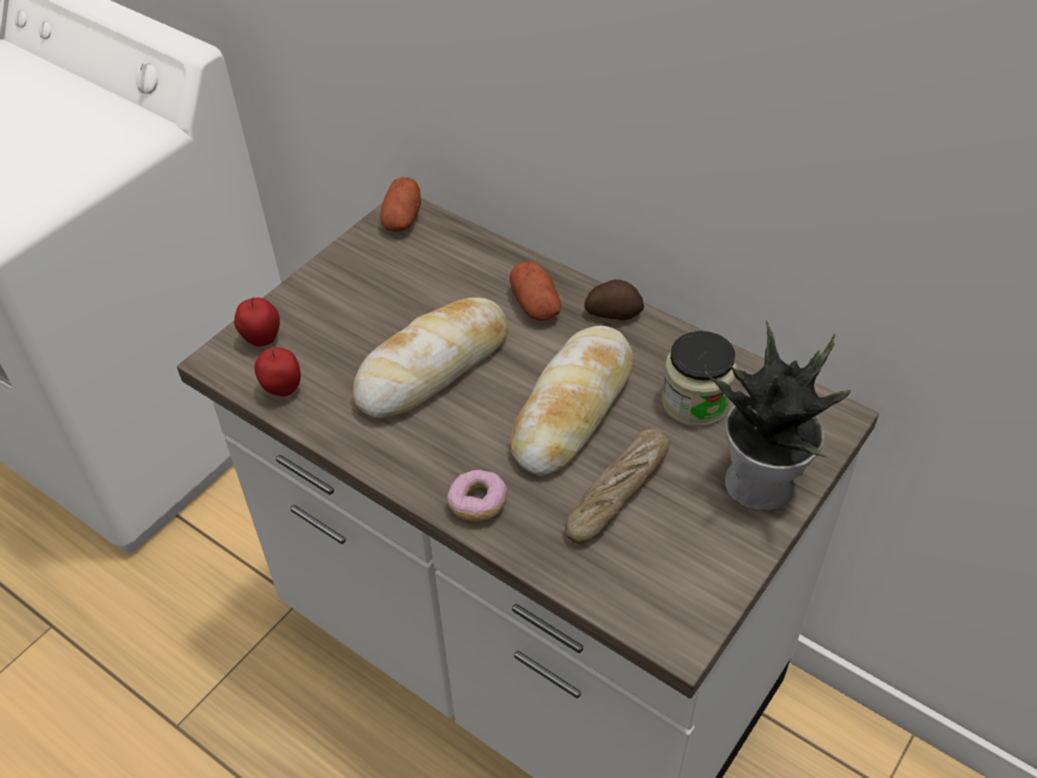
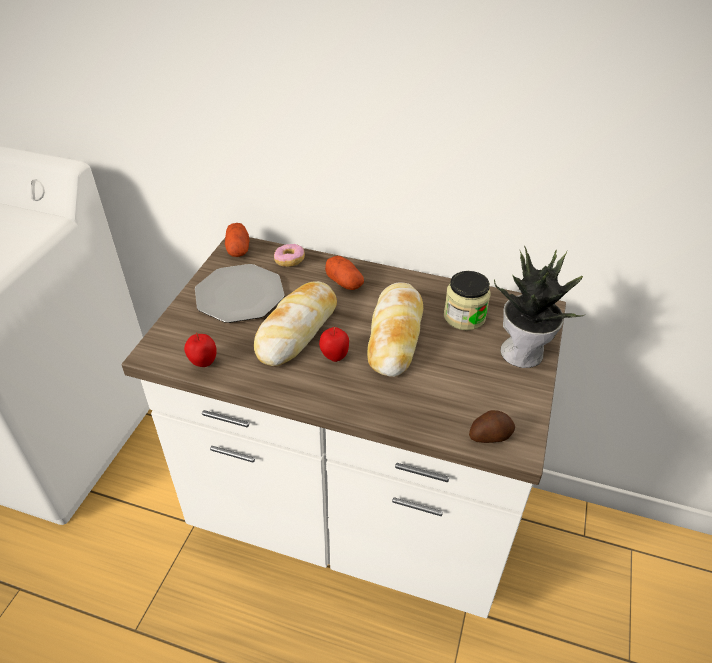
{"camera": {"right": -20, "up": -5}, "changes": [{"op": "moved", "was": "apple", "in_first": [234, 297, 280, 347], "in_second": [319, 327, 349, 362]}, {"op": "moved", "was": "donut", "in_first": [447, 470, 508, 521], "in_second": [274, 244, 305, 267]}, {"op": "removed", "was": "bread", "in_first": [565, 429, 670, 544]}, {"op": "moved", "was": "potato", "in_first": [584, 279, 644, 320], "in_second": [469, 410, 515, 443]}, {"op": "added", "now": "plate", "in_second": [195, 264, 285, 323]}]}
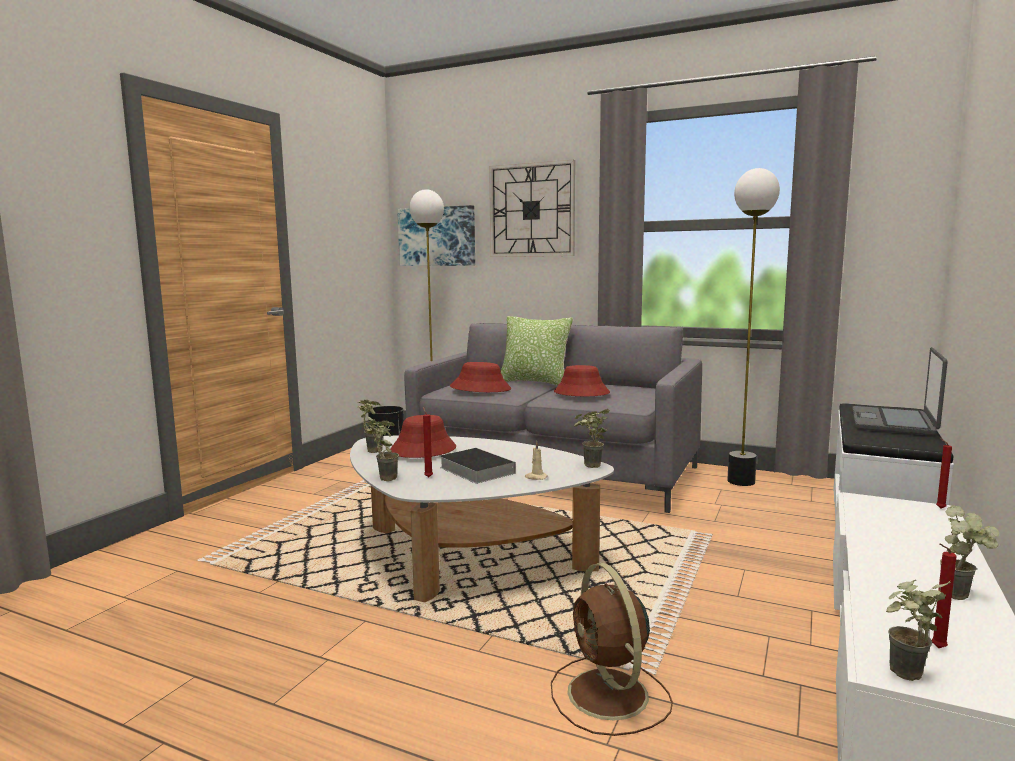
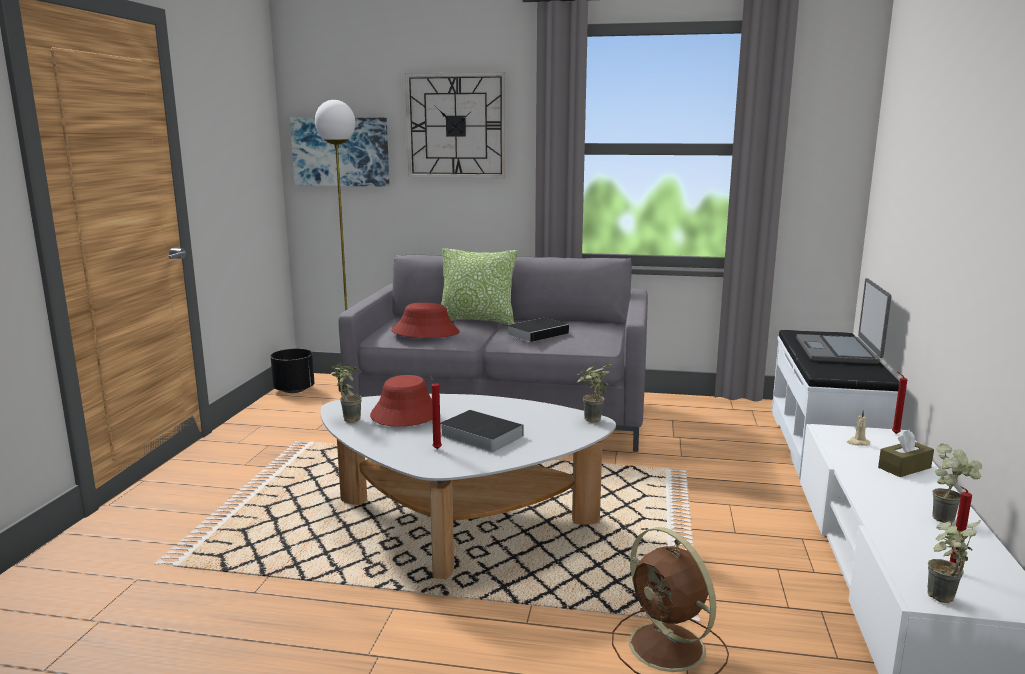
{"camera": {"right": -15, "up": 5}, "changes": [{"op": "removed", "was": "potted plant", "in_first": [367, 420, 399, 481]}, {"op": "moved", "was": "beige candle", "in_first": [525, 441, 548, 480], "in_second": [847, 410, 870, 446]}, {"op": "replaced", "was": "red hat", "now": "book", "in_first": [554, 365, 610, 396], "in_second": [507, 318, 569, 342]}, {"op": "removed", "was": "floor lamp", "in_first": [727, 168, 780, 486]}, {"op": "added", "now": "brown tissue box", "in_second": [878, 430, 934, 477]}]}
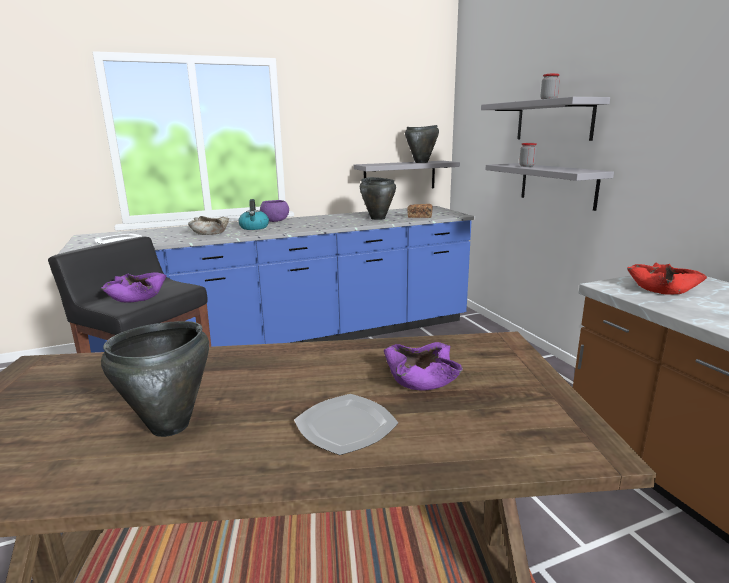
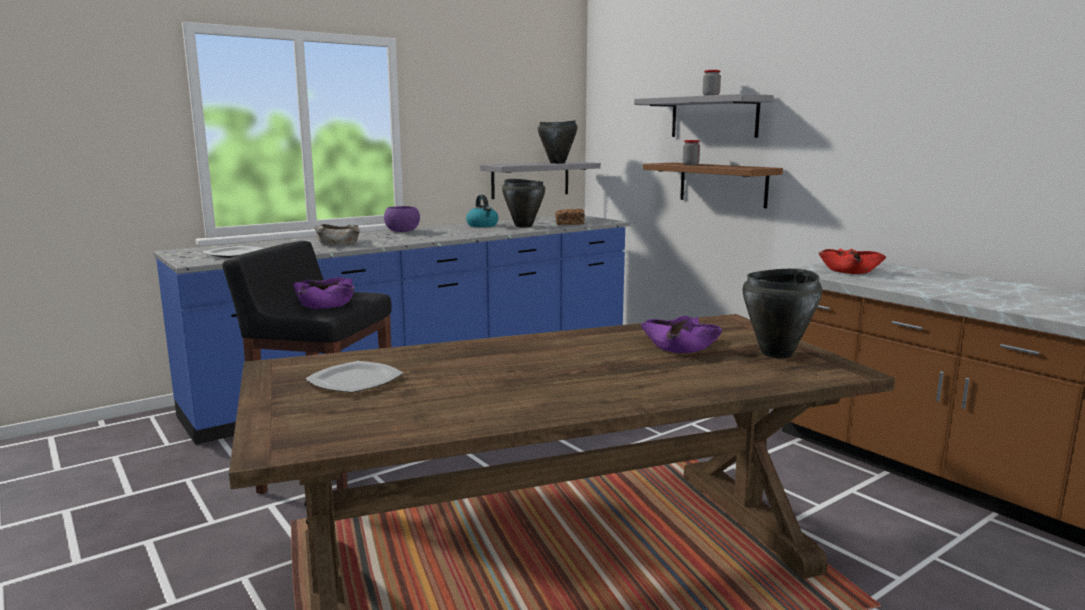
{"camera": {"right": -15, "up": -5}, "changes": [{"op": "moved", "was": "black cooking pot", "in_first": [101, 321, 209, 437], "in_second": [742, 269, 822, 358]}, {"op": "moved", "was": "kettle", "in_first": [238, 199, 269, 230], "in_second": [466, 195, 498, 227]}, {"op": "moved", "was": "plate", "in_first": [294, 394, 398, 455], "in_second": [305, 361, 403, 393]}, {"op": "recoloured", "was": "grey shelf", "now": "brown shelf", "in_first": [486, 163, 614, 211], "in_second": [643, 163, 783, 208]}]}
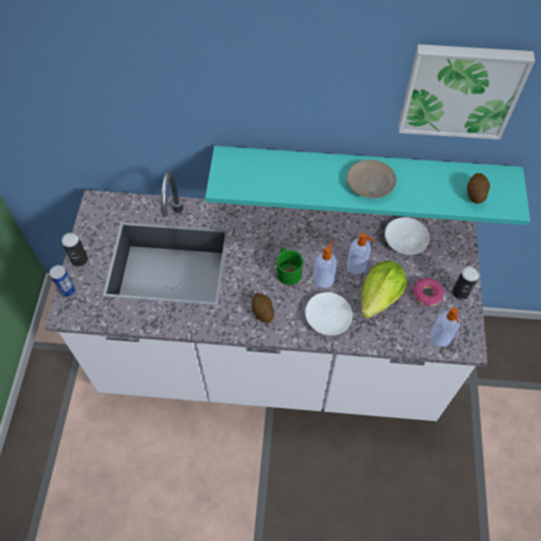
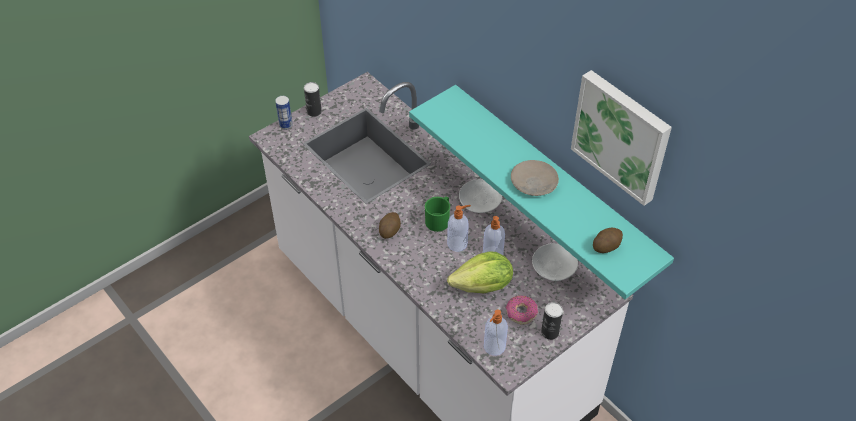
{"camera": {"right": 45, "up": -10}, "changes": [{"op": "moved", "was": "white plate", "in_first": [305, 292, 353, 335], "in_second": [459, 179, 502, 213]}]}
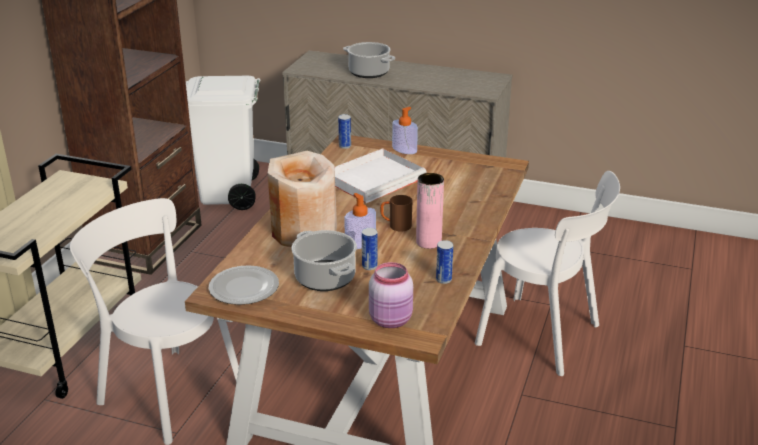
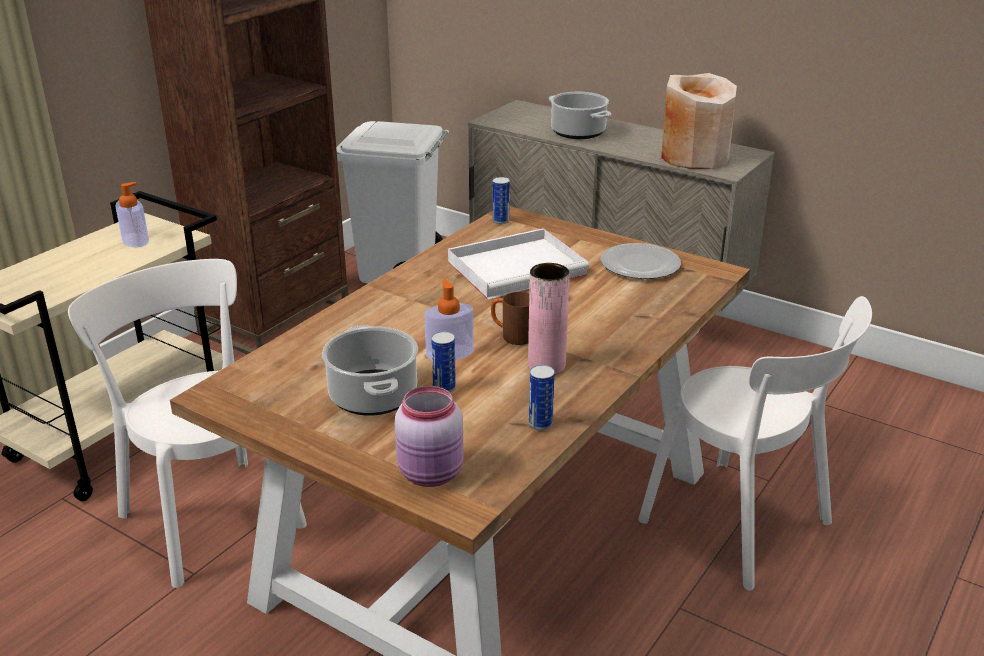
{"camera": {"right": 15, "up": 0}, "changes": [{"op": "moved", "was": "plate", "in_first": [209, 265, 279, 305], "in_second": [601, 243, 681, 279]}, {"op": "moved", "was": "beige vase", "in_first": [268, 151, 337, 247], "in_second": [661, 73, 737, 169]}, {"op": "moved", "was": "soap dispenser", "in_first": [392, 107, 418, 154], "in_second": [115, 182, 149, 248]}]}
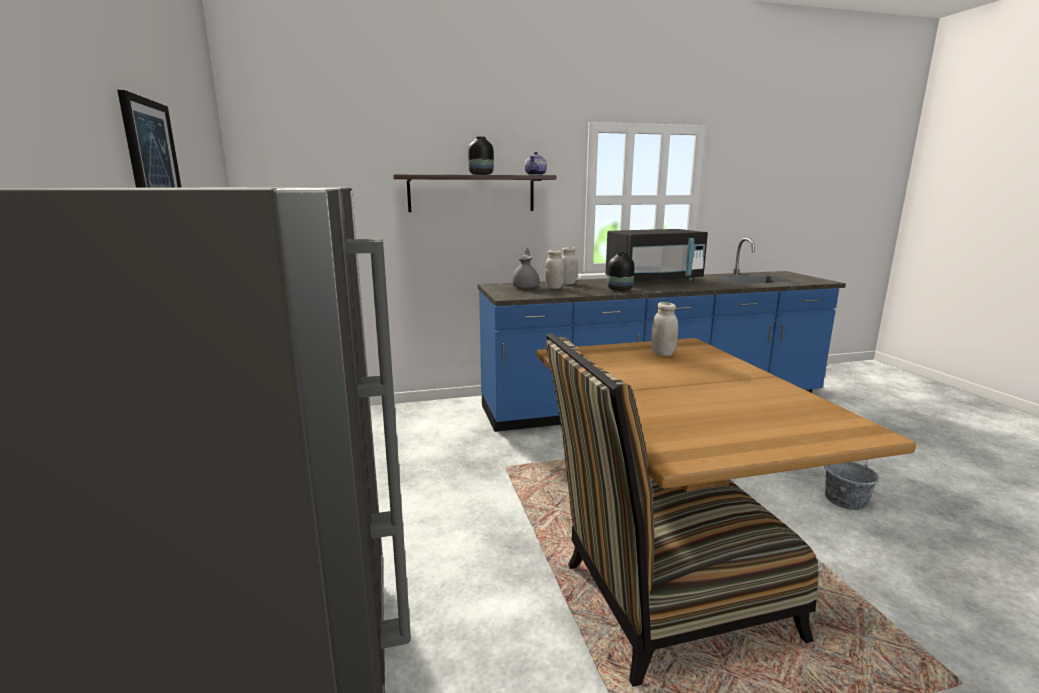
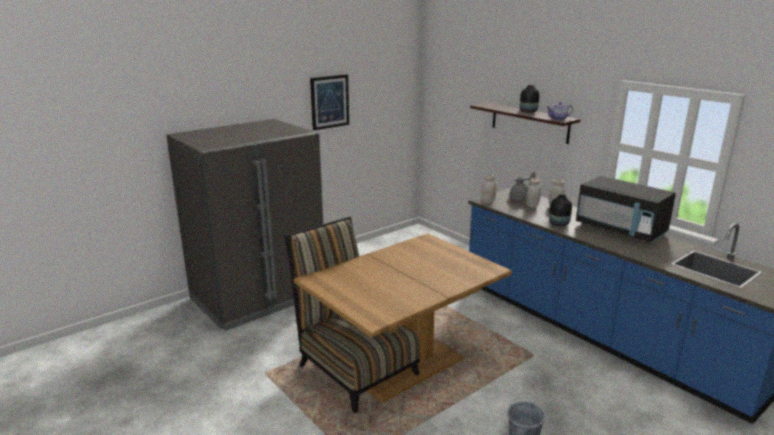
{"camera": {"right": 65, "up": 5}, "changes": [{"op": "moved", "was": "white jar", "in_first": [651, 302, 678, 356], "in_second": [481, 175, 496, 204]}]}
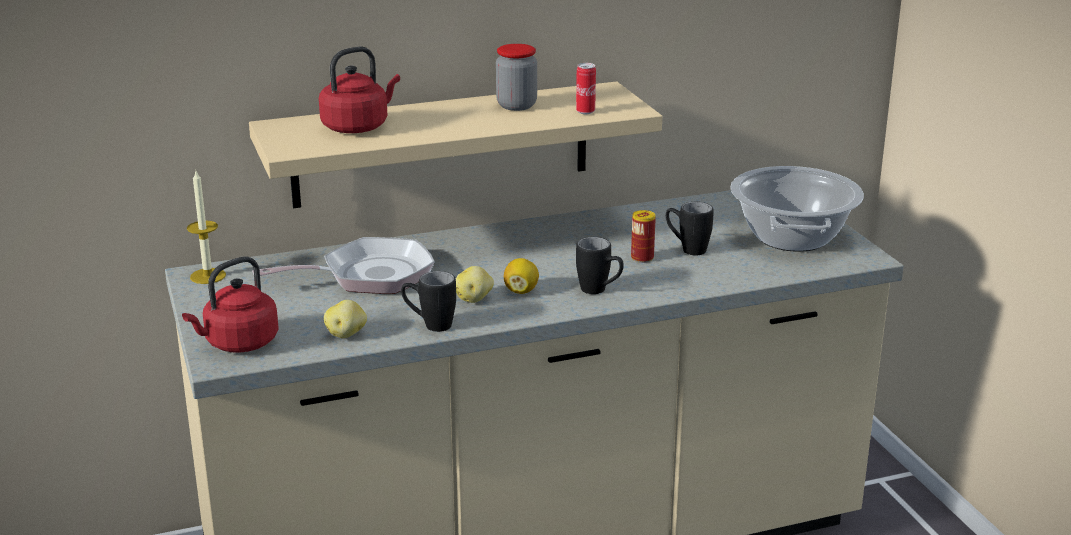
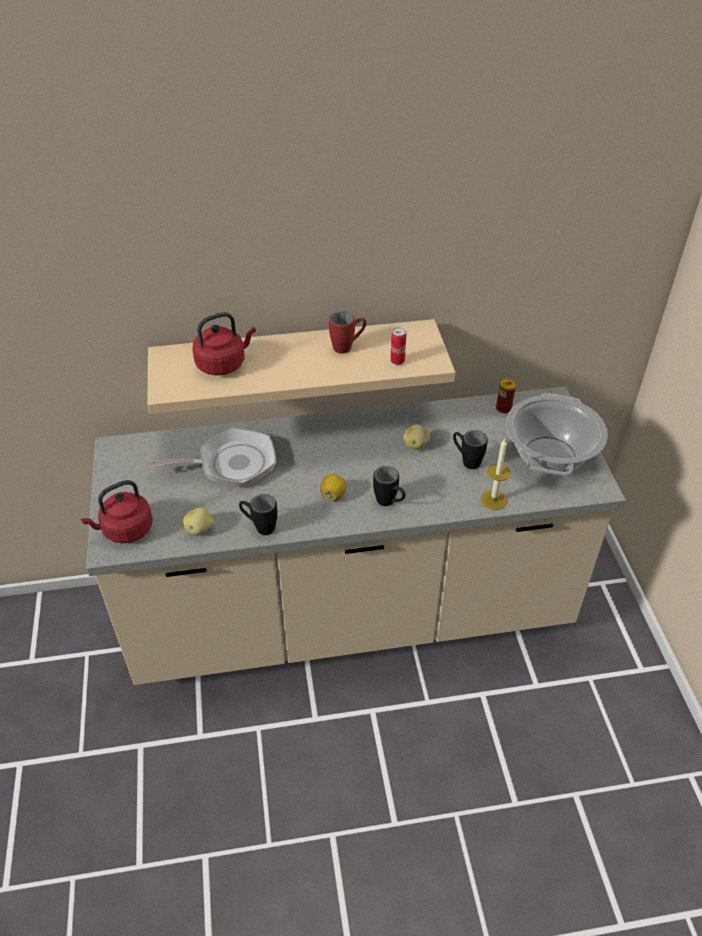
{"camera": {"right": 10, "up": 20}, "changes": [{"op": "moved", "was": "candle", "in_first": [187, 169, 226, 284], "in_second": [481, 439, 510, 510]}, {"op": "moved", "was": "potato", "in_first": [456, 266, 494, 303], "in_second": [403, 424, 430, 450]}, {"op": "replaced", "was": "jar", "now": "red mug", "in_first": [496, 44, 537, 111], "in_second": [329, 311, 366, 354]}, {"op": "moved", "was": "can", "in_first": [631, 210, 656, 263], "in_second": [496, 379, 516, 414]}]}
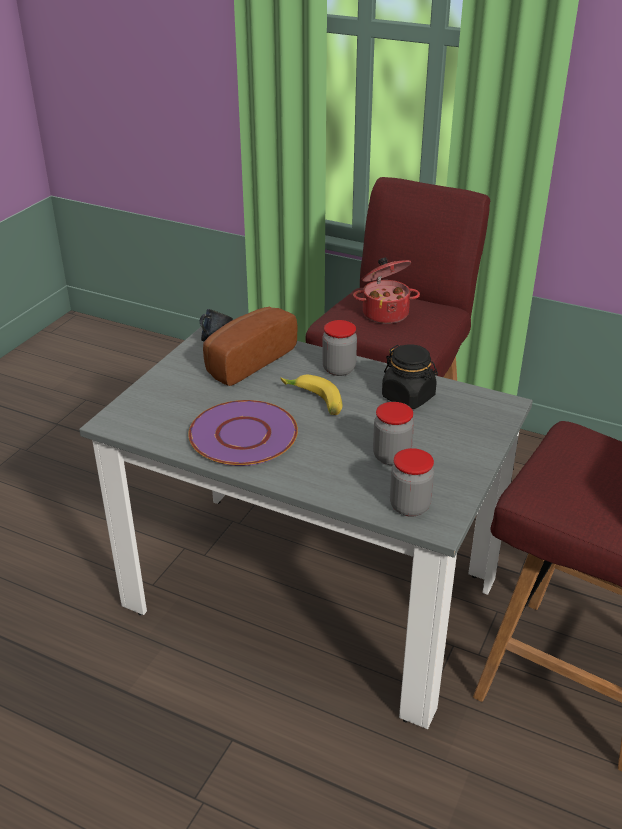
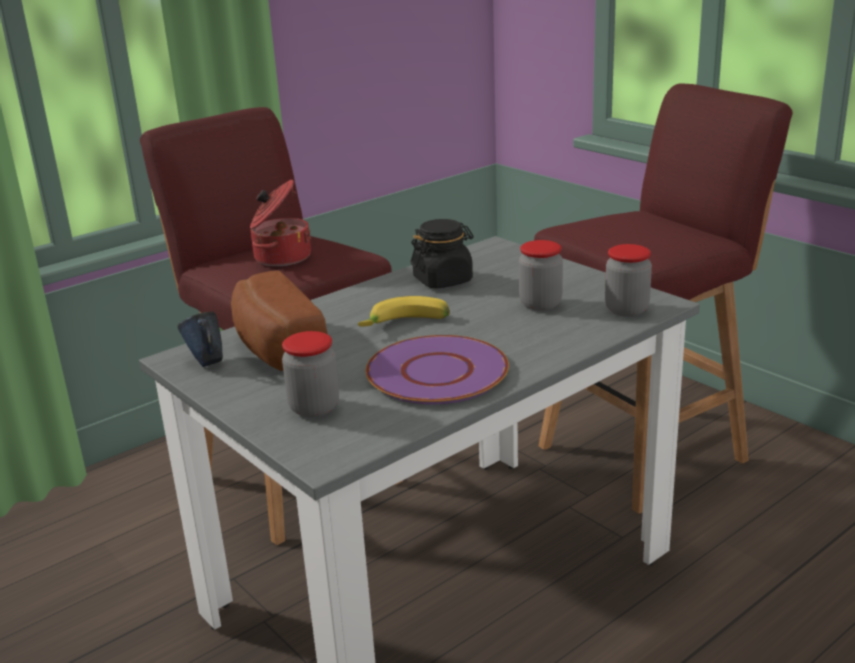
{"camera": {"right": -65, "up": -10}, "changes": [{"op": "moved", "was": "jar", "in_first": [322, 320, 357, 376], "in_second": [282, 331, 339, 417]}]}
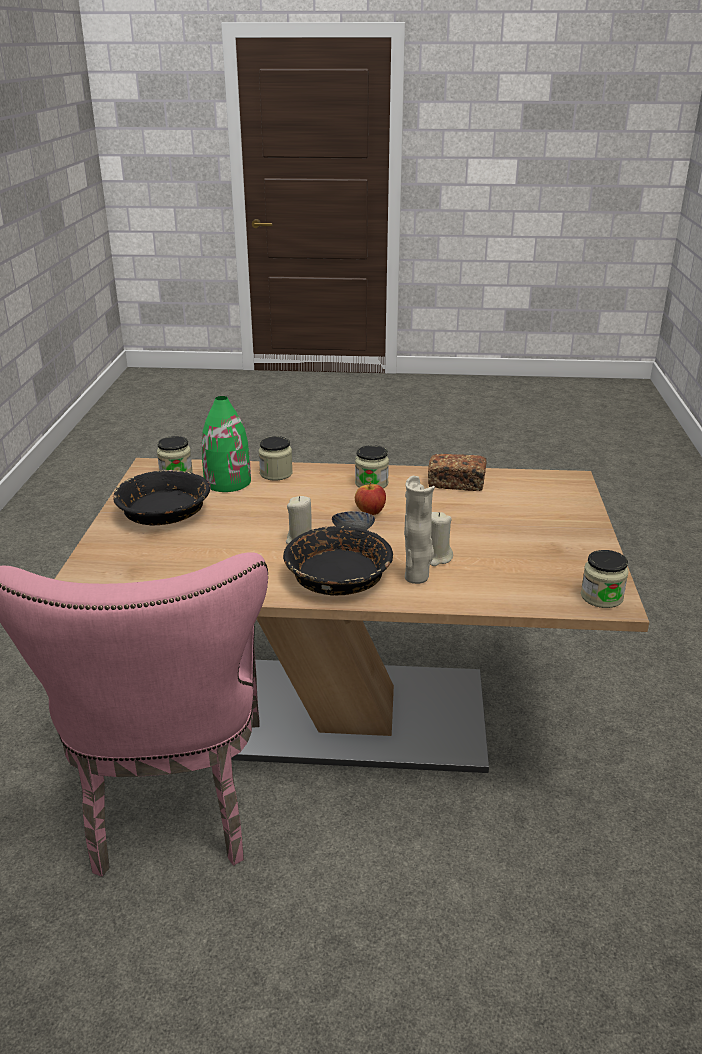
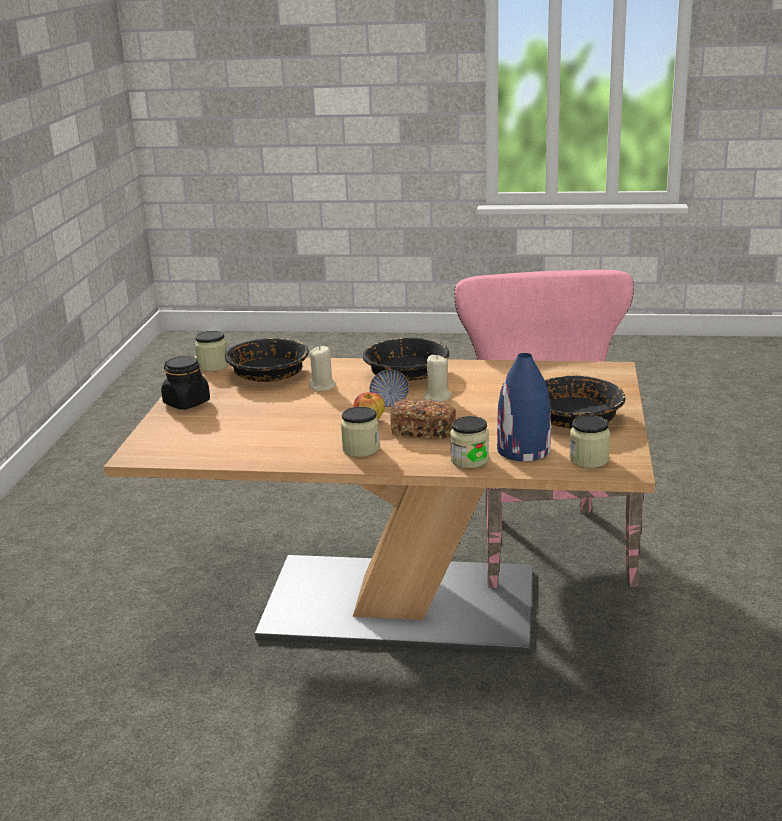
{"camera": {"right": -175, "up": -5}, "changes": [{"op": "recoloured", "was": "green vase", "now": "blue vase", "in_first": [202, 396, 251, 492], "in_second": [497, 353, 551, 461]}, {"op": "removed", "was": "beige vase", "in_first": [404, 476, 435, 584]}, {"op": "moved", "was": "bread", "in_first": [428, 454, 486, 491], "in_second": [390, 399, 456, 440]}, {"op": "added", "now": "black jar", "in_second": [161, 356, 210, 410]}, {"op": "added", "now": "black bowl", "in_second": [225, 338, 309, 382]}]}
